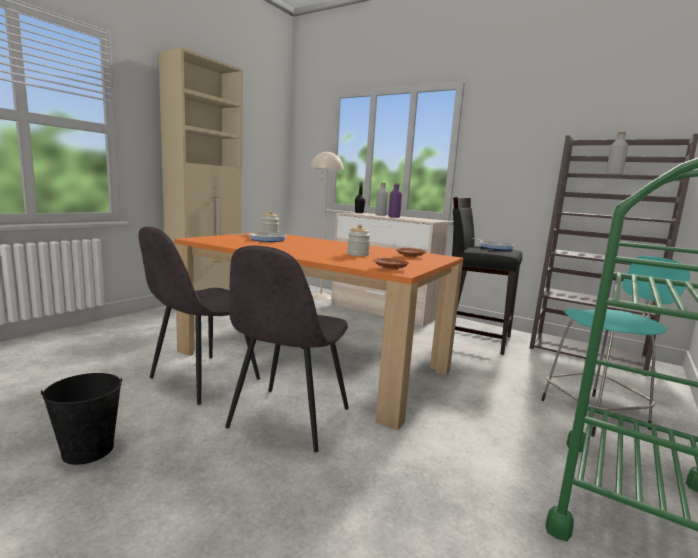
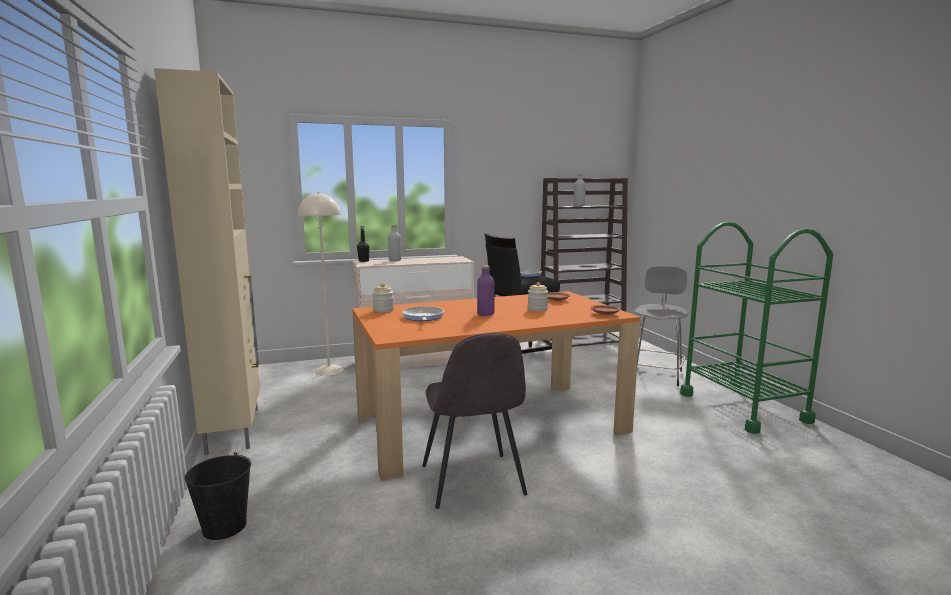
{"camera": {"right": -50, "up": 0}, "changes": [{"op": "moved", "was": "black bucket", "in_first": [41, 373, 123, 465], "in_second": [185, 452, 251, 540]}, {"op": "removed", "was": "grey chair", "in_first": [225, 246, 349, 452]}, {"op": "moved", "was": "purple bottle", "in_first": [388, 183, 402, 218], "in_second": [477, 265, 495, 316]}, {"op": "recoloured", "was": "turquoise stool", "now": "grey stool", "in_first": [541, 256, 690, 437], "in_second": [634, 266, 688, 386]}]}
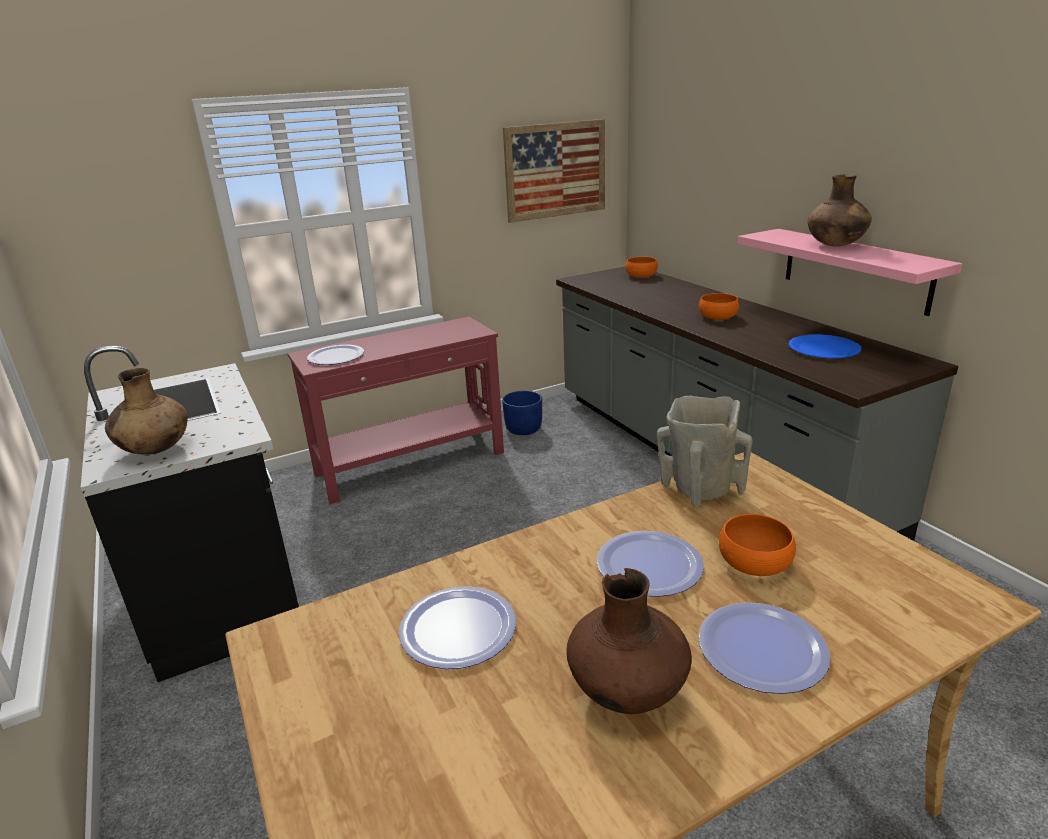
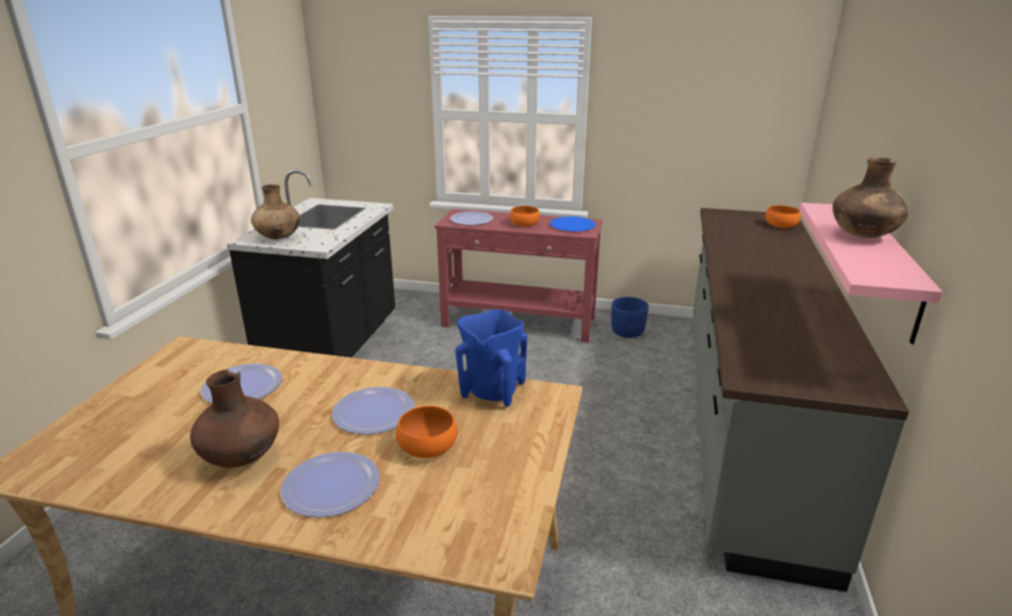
{"camera": {"right": 40, "up": 0}, "changes": [{"op": "removed", "was": "picture", "in_first": [503, 119, 605, 223]}, {"op": "recoloured", "was": "beige vase", "now": "blue vase", "in_first": [657, 395, 752, 507], "in_second": [455, 309, 527, 407]}, {"op": "moved", "was": "orange bowl", "in_first": [699, 293, 739, 320], "in_second": [510, 206, 540, 227]}, {"op": "moved", "was": "blue plate", "in_first": [789, 334, 861, 358], "in_second": [550, 217, 596, 232]}]}
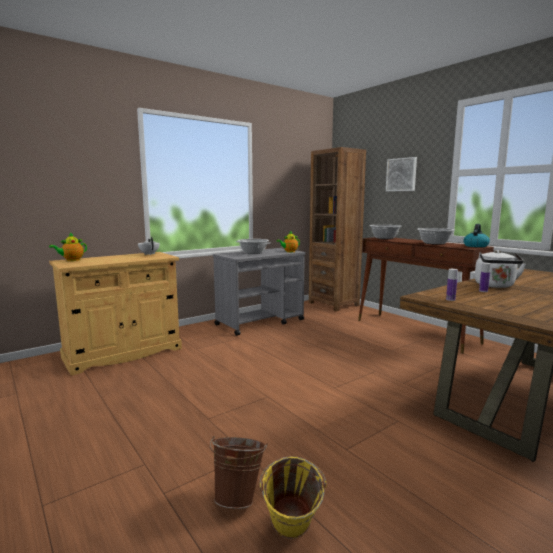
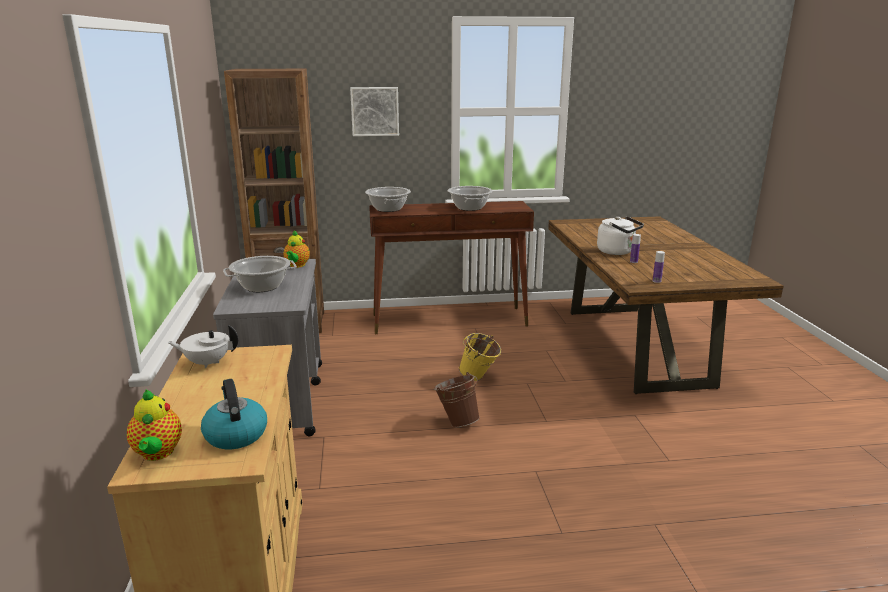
{"camera": {"right": -60, "up": 10}, "changes": [{"op": "moved", "was": "brown bucket", "in_first": [210, 436, 267, 509], "in_second": [434, 372, 480, 427]}, {"op": "moved", "was": "yellow bucket", "in_first": [259, 456, 327, 539], "in_second": [459, 333, 501, 381]}, {"op": "moved", "was": "kettle", "in_first": [463, 224, 490, 247], "in_second": [201, 379, 267, 449]}]}
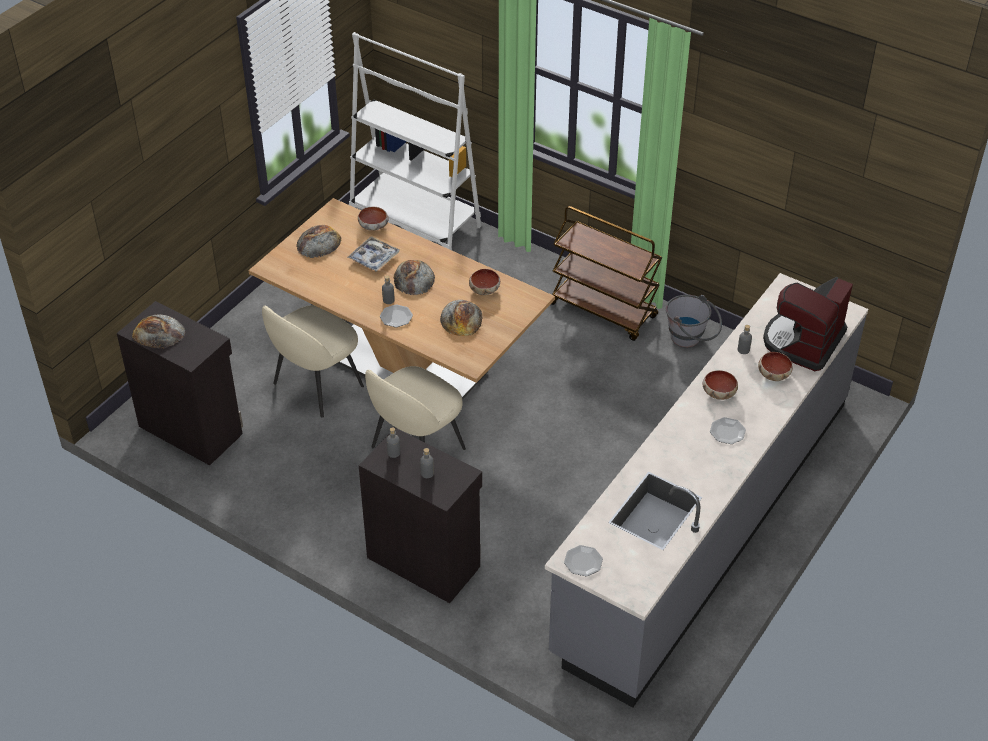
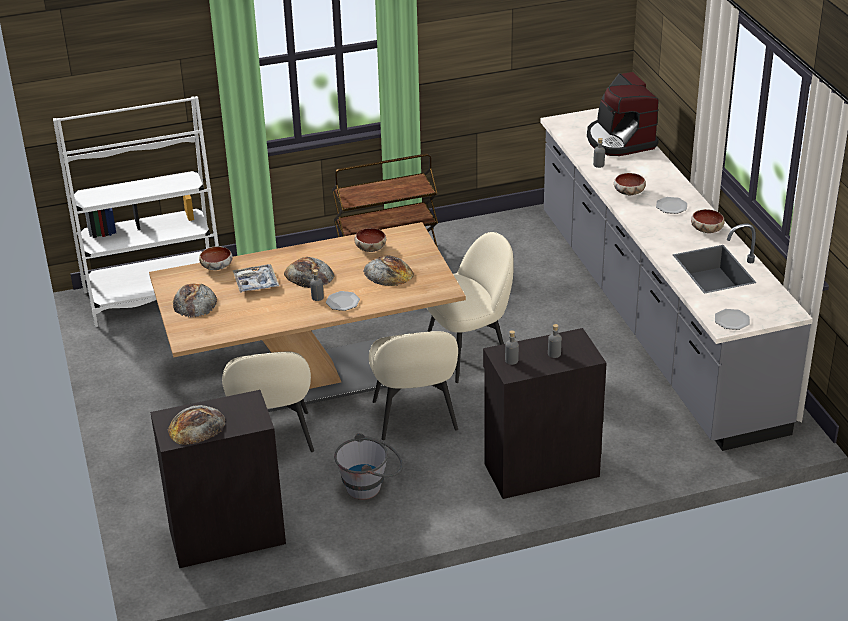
{"camera": {"right": -50, "up": -10}, "changes": [{"op": "moved", "was": "grey bucket", "in_first": [666, 295, 722, 347], "in_second": [334, 433, 403, 500]}, {"op": "moved", "was": "bowl", "in_first": [758, 352, 793, 381], "in_second": [691, 209, 725, 233]}, {"op": "added", "now": "beige chair", "in_second": [427, 232, 514, 383]}]}
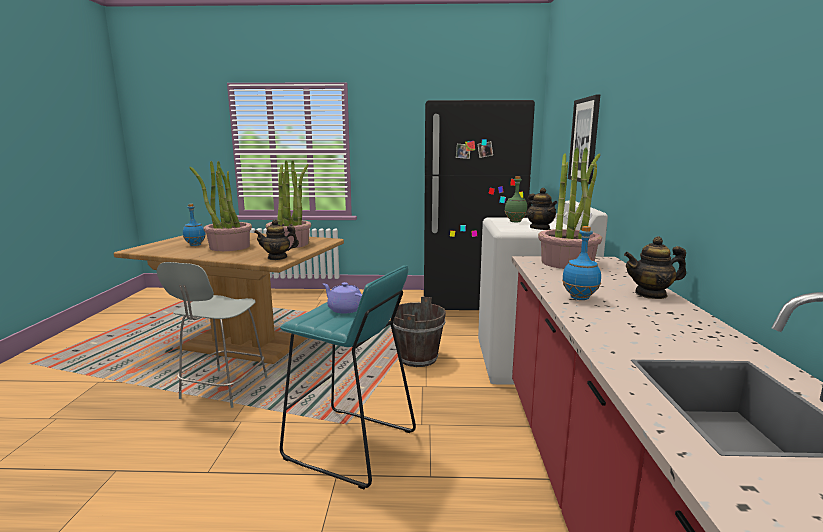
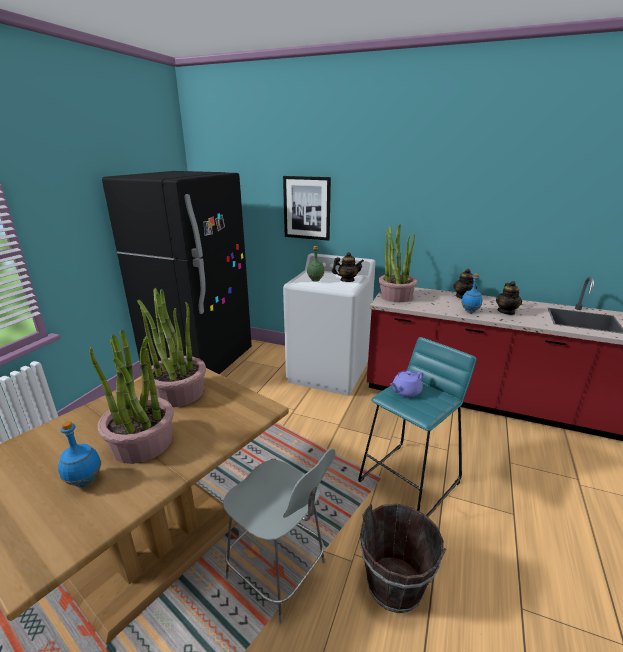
{"camera": {"right": -70, "up": 10}, "changes": [{"op": "moved", "was": "teapot", "in_first": [254, 219, 299, 260], "in_second": [496, 281, 522, 315]}, {"op": "moved", "was": "brown bucket", "in_first": [393, 296, 446, 367], "in_second": [360, 503, 447, 613]}]}
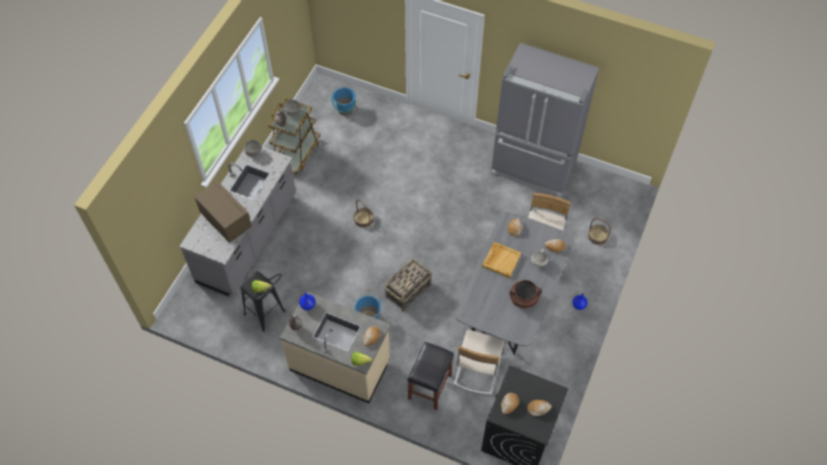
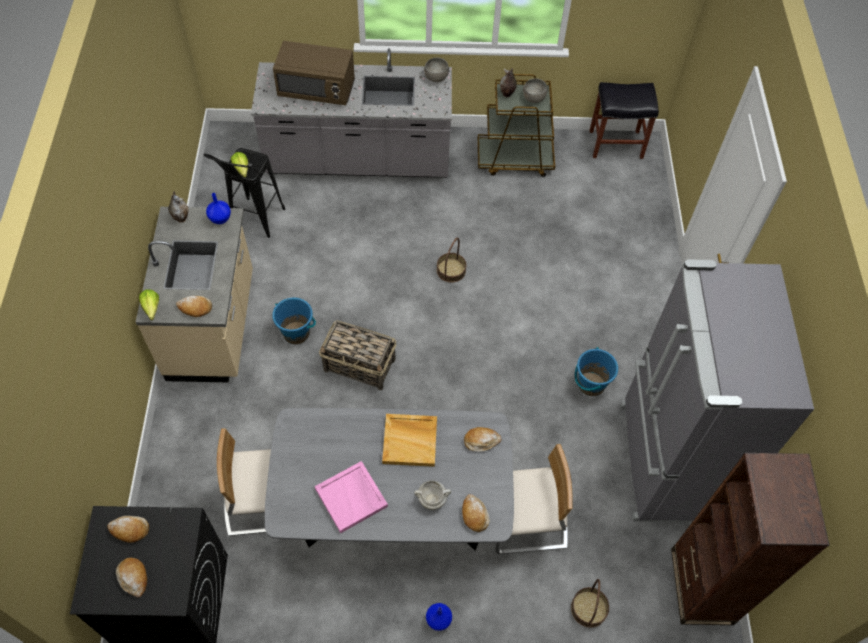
{"camera": {"right": 65, "up": 0}, "changes": [{"op": "turned", "was": "brown microwave", "in_first": [195, 182, 252, 243], "in_second": [273, 41, 355, 105], "clockwise": 75}, {"op": "moved", "was": "blue bucket", "in_first": [332, 87, 356, 116], "in_second": [575, 347, 618, 396]}, {"op": "moved", "was": "black stool", "in_first": [407, 342, 454, 410], "in_second": [590, 82, 659, 159]}, {"op": "replaced", "was": "brown cooking pot", "now": "pink tray", "in_first": [510, 280, 542, 308], "in_second": [315, 461, 388, 534]}, {"op": "added", "now": "brown bookcase", "in_second": [671, 453, 829, 625]}]}
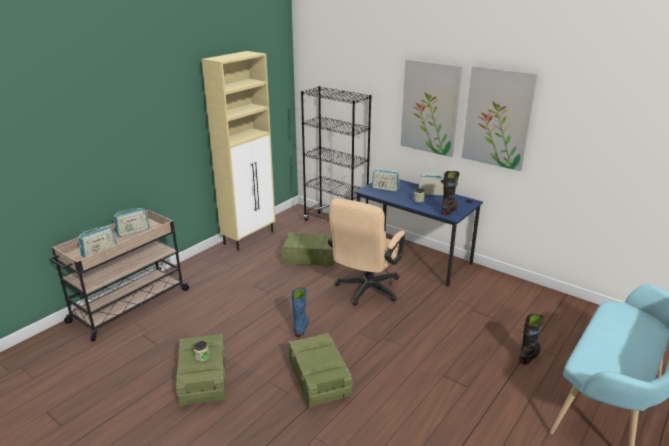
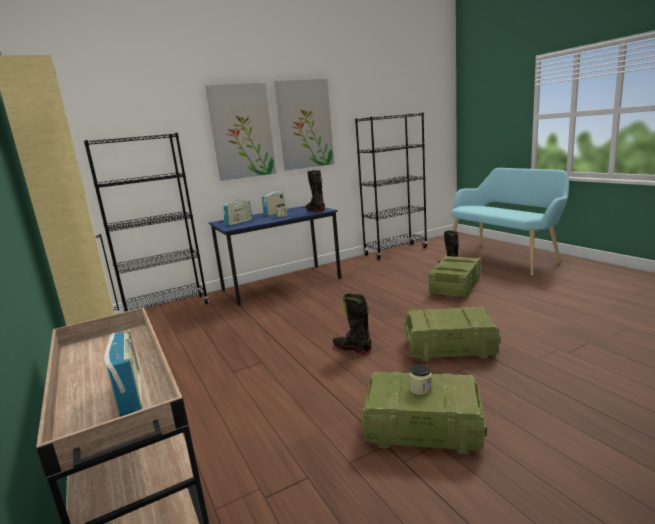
{"camera": {"right": -65, "up": -10}, "changes": [{"op": "removed", "was": "radio", "in_first": [114, 208, 150, 237]}, {"op": "moved", "was": "crate", "in_first": [281, 232, 335, 268], "in_second": [428, 256, 481, 297]}, {"op": "recoloured", "was": "blue boot", "now": "black boot", "in_first": [291, 287, 309, 337], "in_second": [333, 293, 372, 353]}, {"op": "removed", "was": "beige office chair", "in_first": [328, 198, 405, 306]}, {"op": "added", "now": "black bookcase", "in_second": [355, 112, 427, 260]}]}
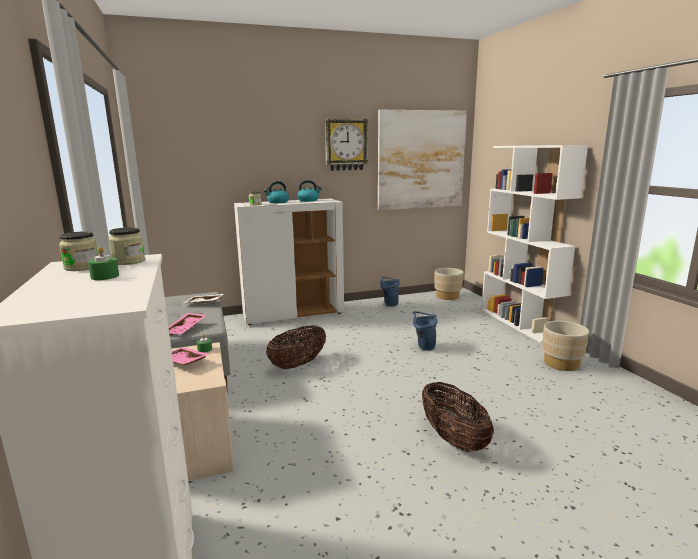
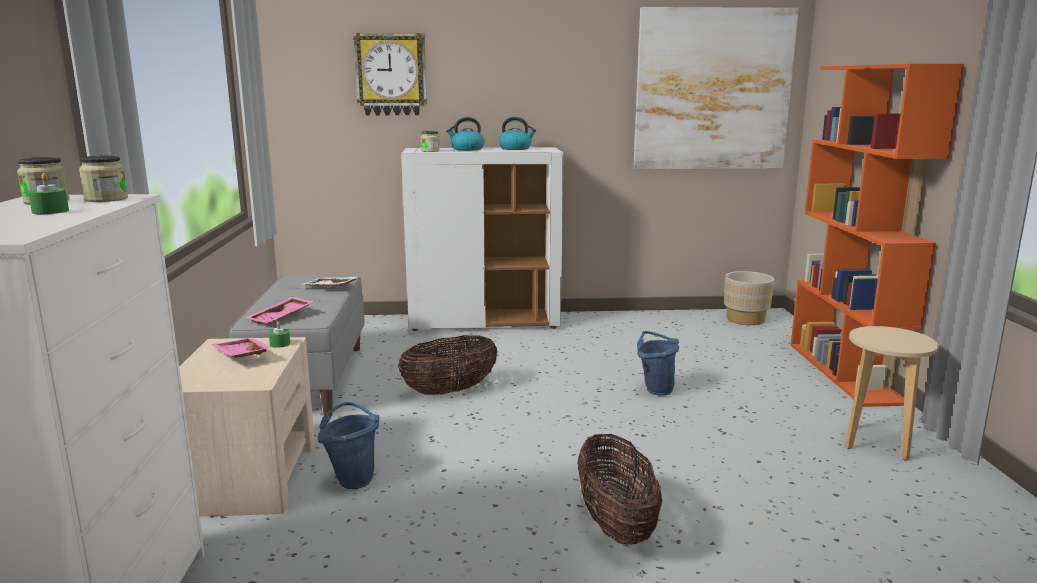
{"camera": {"right": 15, "up": 0}, "changes": [{"op": "moved", "was": "wall clock", "in_first": [325, 118, 368, 171], "in_second": [353, 33, 427, 116]}, {"op": "moved", "was": "blue bucket", "in_first": [380, 277, 400, 307], "in_second": [318, 402, 379, 489]}, {"op": "recoloured", "was": "white bookcase", "now": "orange bookcase", "in_first": [481, 145, 588, 343], "in_second": [791, 64, 964, 407]}, {"op": "replaced", "was": "beige planter", "now": "beige stool", "in_first": [542, 321, 589, 371], "in_second": [845, 326, 939, 461]}]}
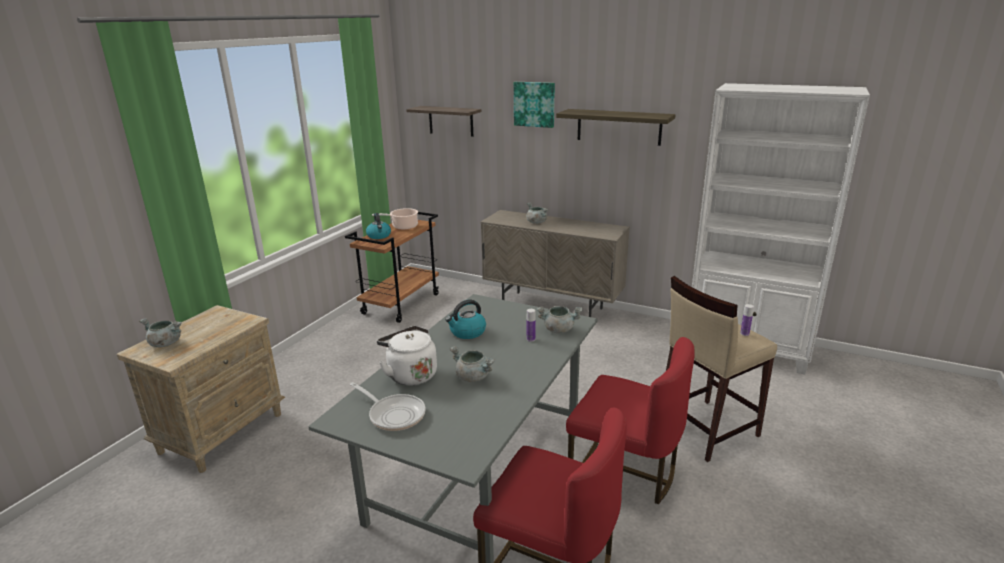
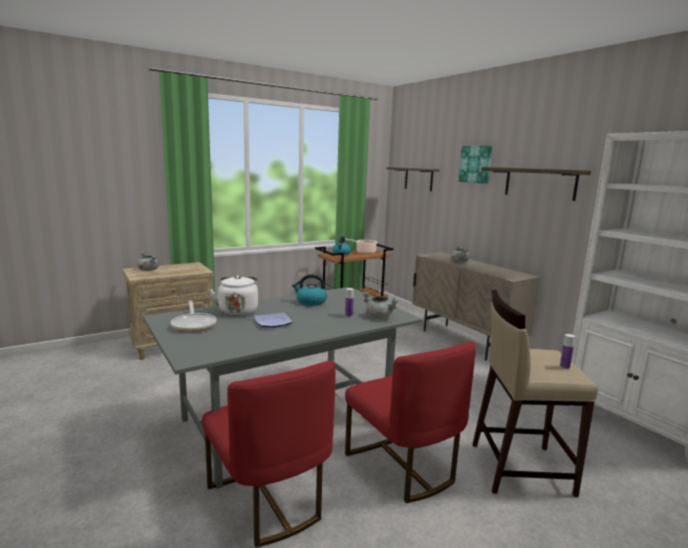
{"camera": {"right": 30, "up": -10}, "changes": [{"op": "replaced", "was": "grey cooking pot", "now": "plate", "in_first": [450, 347, 495, 382], "in_second": [255, 312, 292, 327]}]}
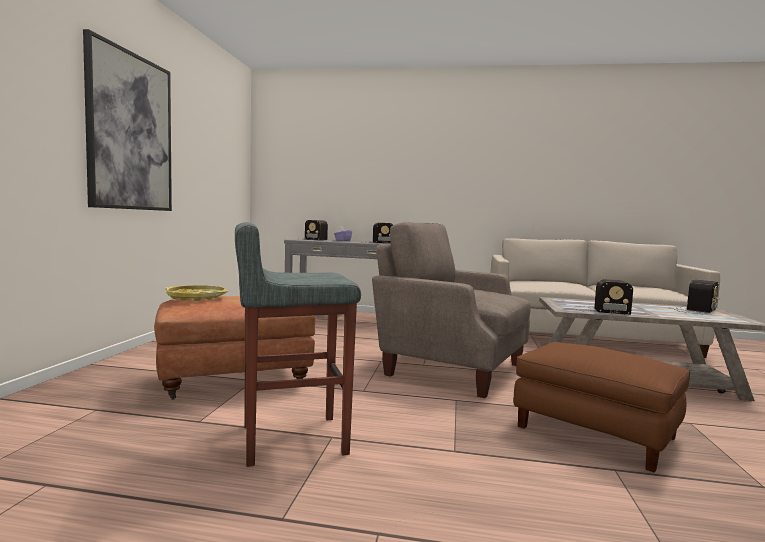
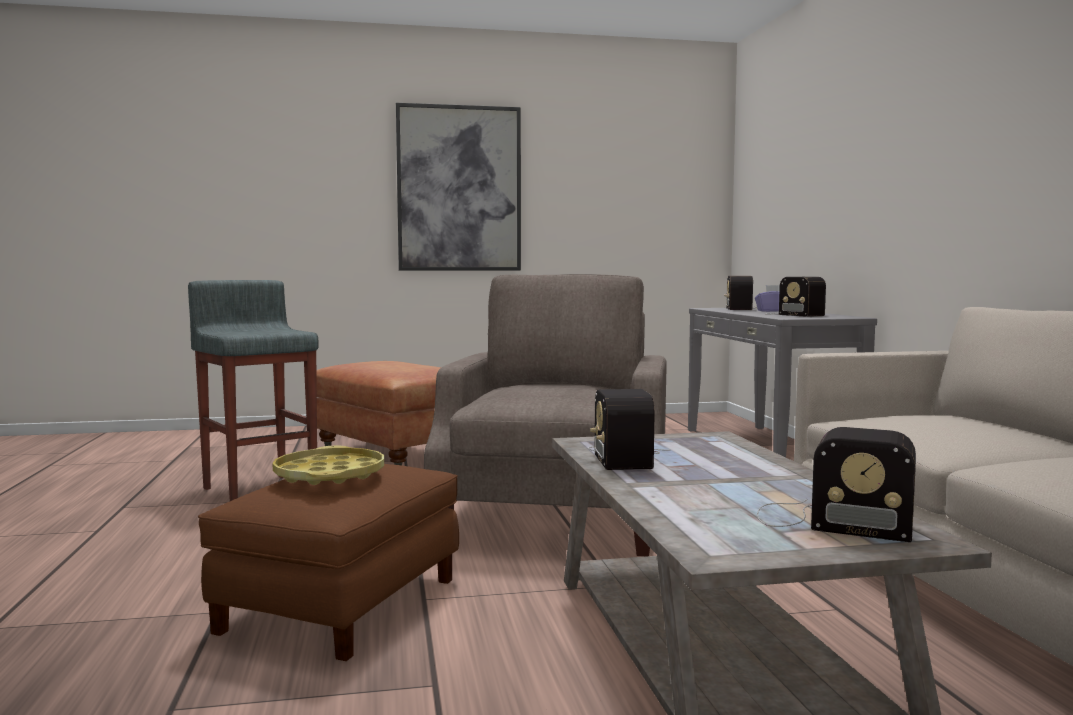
{"camera": {"right": 70, "up": 0}, "changes": [{"op": "moved", "was": "yellow tray", "in_first": [165, 285, 229, 301], "in_second": [273, 445, 384, 485]}]}
